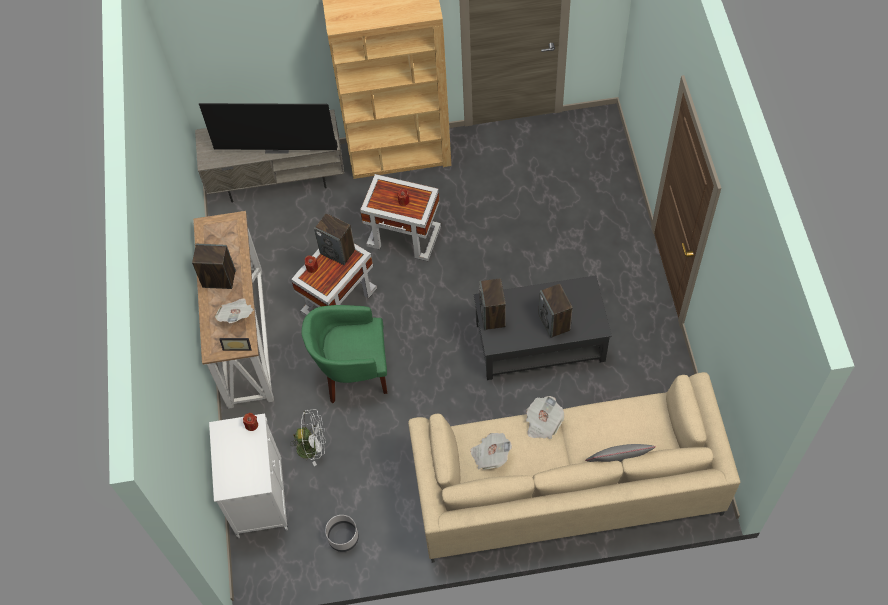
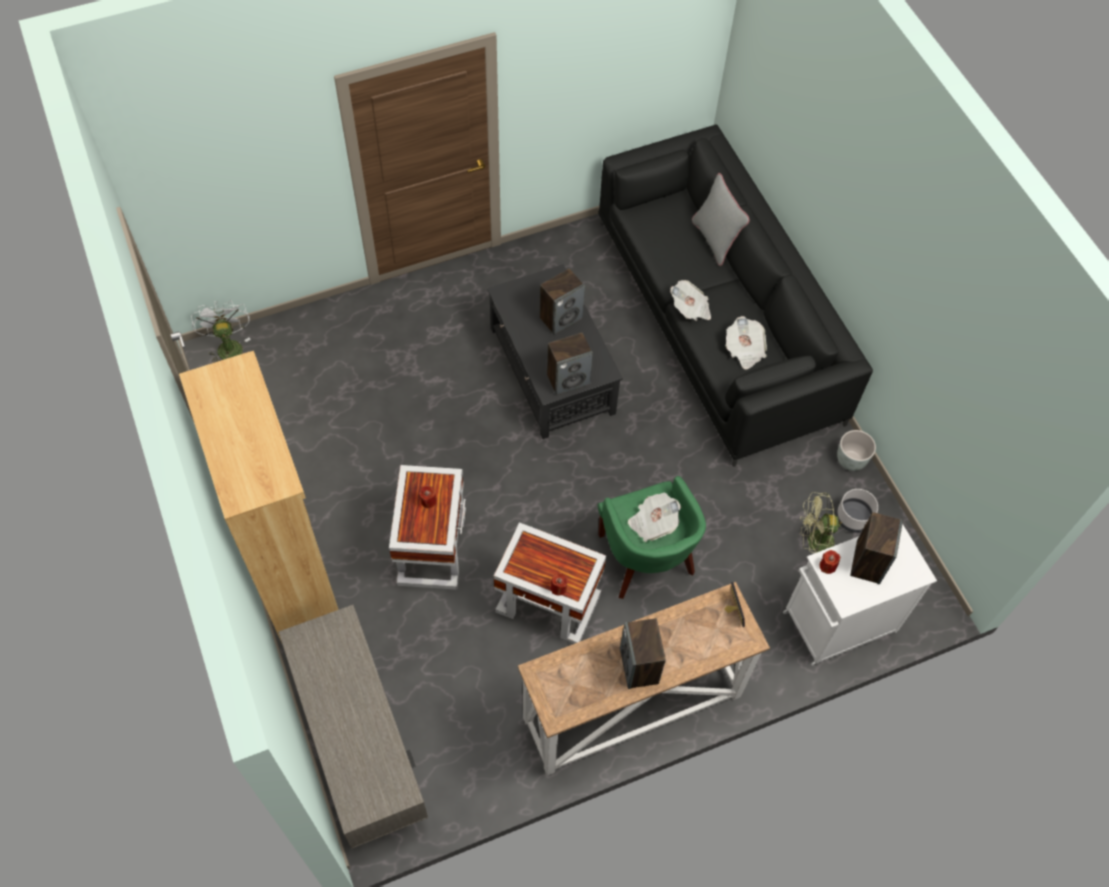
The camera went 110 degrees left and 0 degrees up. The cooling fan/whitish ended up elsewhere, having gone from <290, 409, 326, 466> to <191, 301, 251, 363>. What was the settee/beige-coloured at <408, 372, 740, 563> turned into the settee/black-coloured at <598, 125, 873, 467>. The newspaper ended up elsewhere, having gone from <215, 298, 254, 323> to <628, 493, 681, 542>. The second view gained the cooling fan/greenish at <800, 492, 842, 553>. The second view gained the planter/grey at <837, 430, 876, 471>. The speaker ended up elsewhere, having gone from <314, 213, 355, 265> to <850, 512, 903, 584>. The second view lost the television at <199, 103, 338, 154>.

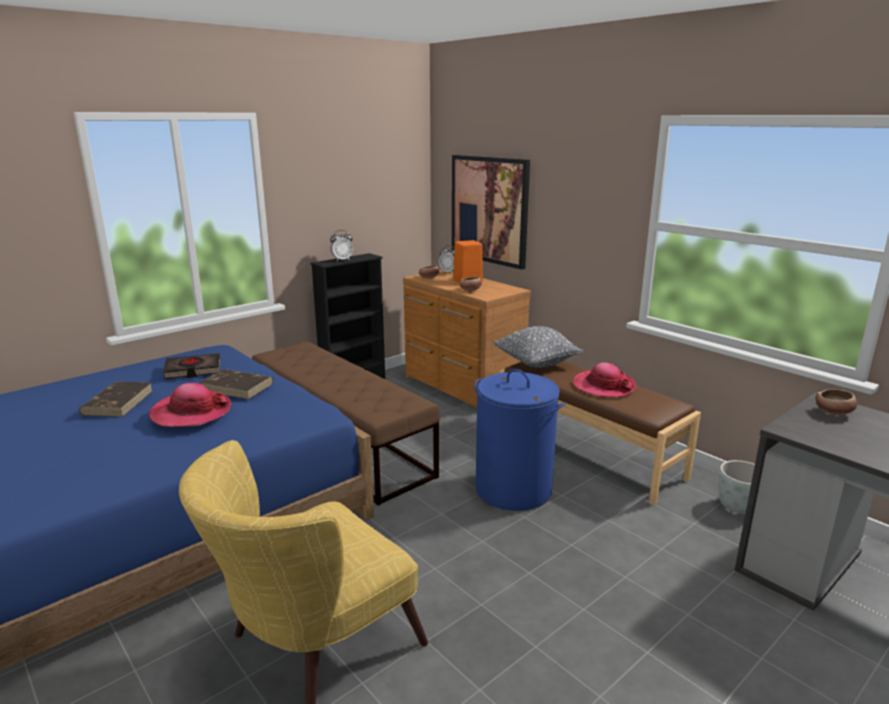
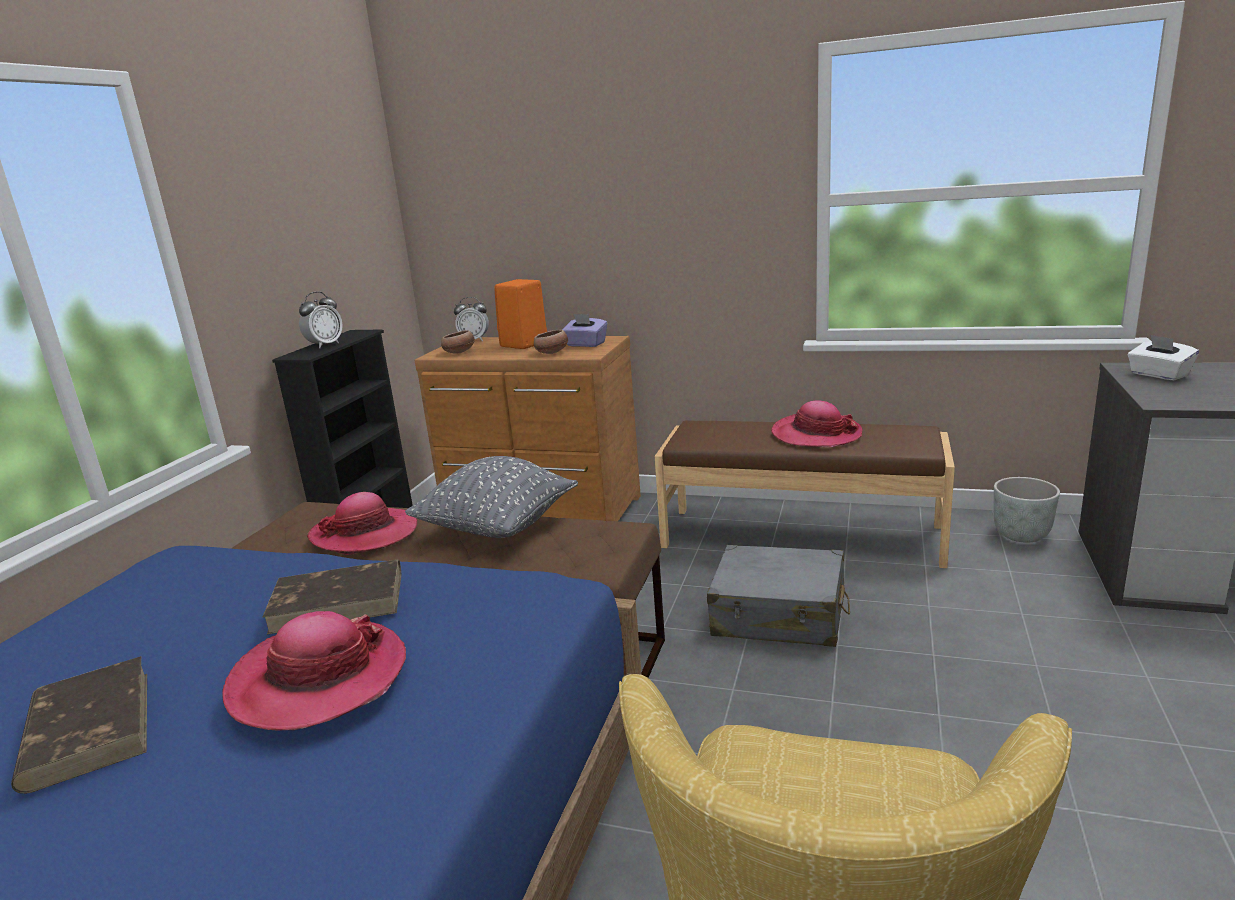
The camera went 30 degrees left and 0 degrees up. The second view gained the wearable hat at <307, 492, 417, 555>. The throw pillow/grey ended up elsewhere, having gone from <493, 326, 584, 368> to <405, 456, 578, 538>. The second view gained the tissue holder/purple at <562, 314, 607, 347>. Where the laundry basket/bluish stood at <474, 369, 566, 511>, the travel case/grey came to stand at <707, 545, 850, 647>. Where the bowl stood at <816, 389, 857, 415>, the tissue holder/whitish came to stand at <1128, 335, 1199, 381>. The second view lost the volume/black-coloured at <163, 353, 220, 379>. The second view lost the picture at <452, 155, 530, 270>.

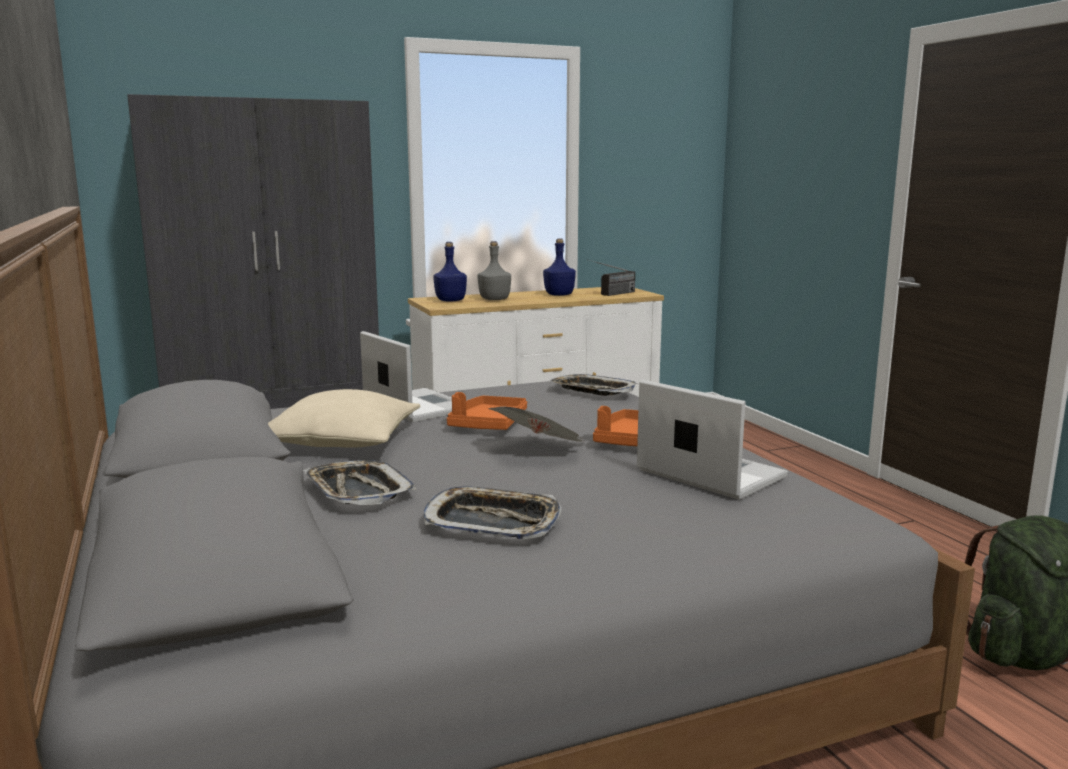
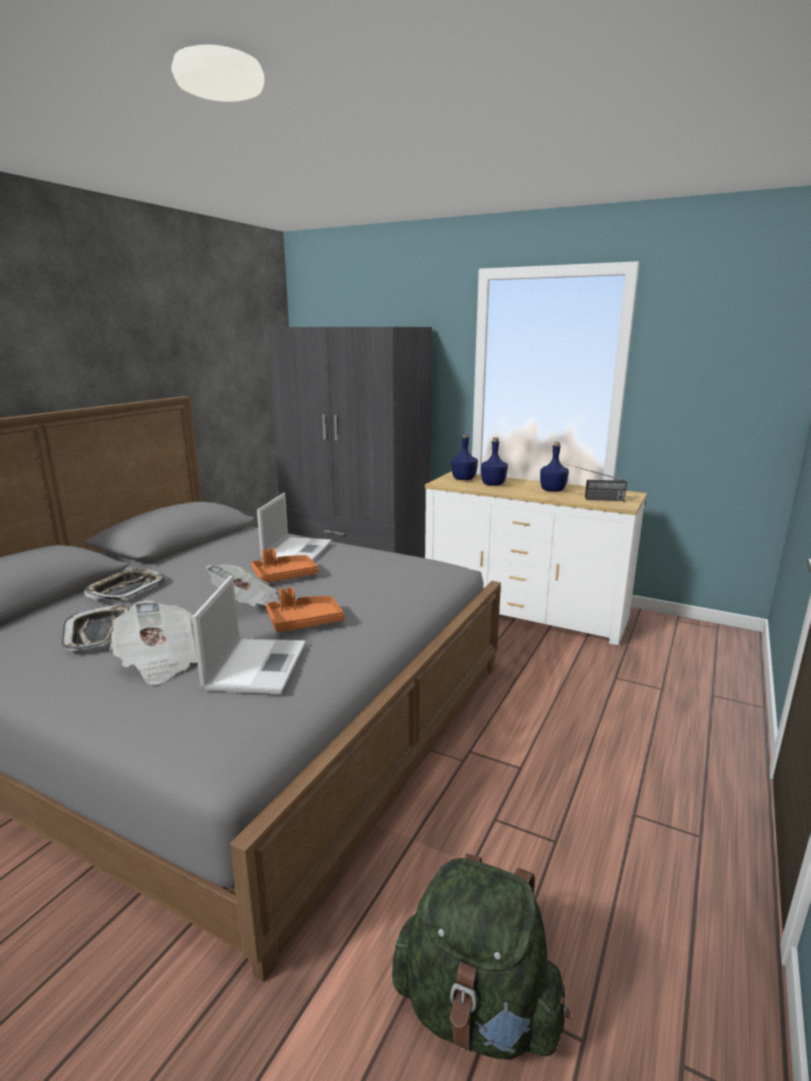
The camera went 50 degrees right and 5 degrees up. The second view gained the newspaper at <110, 600, 197, 685>. What was the drink bottle/grey at <478, 241, 511, 300> turned into the drink bottle/bluish at <481, 437, 508, 486>. The second view lost the throw pillow/beige-coloured at <268, 389, 421, 448>. The second view lost the tray at <550, 374, 636, 396>.

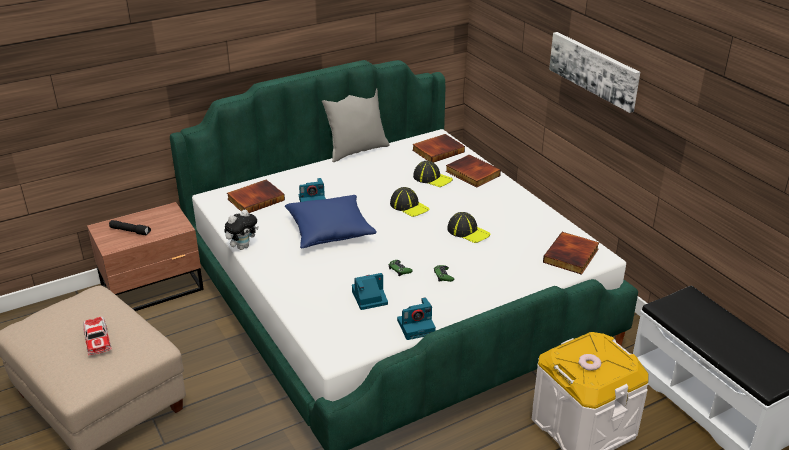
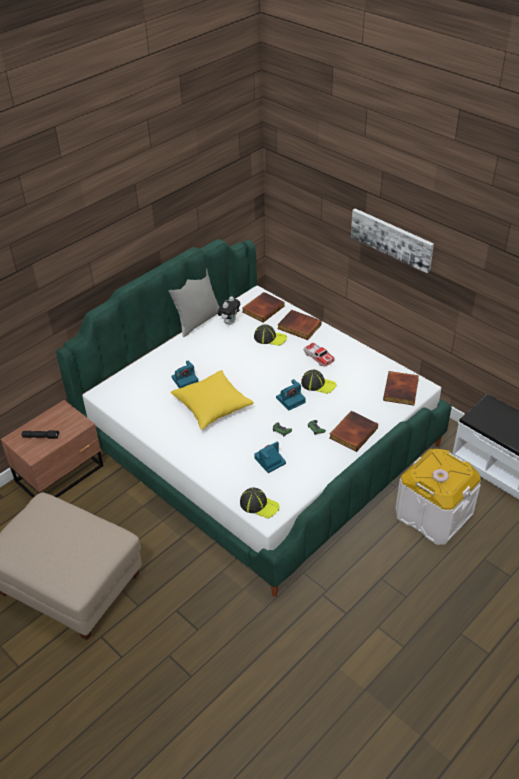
The camera went 15 degrees left and 10 degrees up. What was the throw pillow/bluish at <285, 195, 377, 248> turned into the throw pillow/yellow-coloured at <170, 370, 254, 430>. The soft toy ended up elsewhere, having gone from <224, 209, 259, 250> to <218, 296, 240, 325>. The baseball cap ended up elsewhere, having gone from <390, 187, 429, 217> to <240, 488, 280, 518>. The photo camera ended up elsewhere, having gone from <397, 297, 436, 340> to <276, 379, 306, 411>. The miniature car ended up elsewhere, having gone from <83, 317, 112, 355> to <304, 342, 335, 367>. The volume ended up elsewhere, having gone from <227, 180, 285, 213> to <329, 411, 378, 452>.

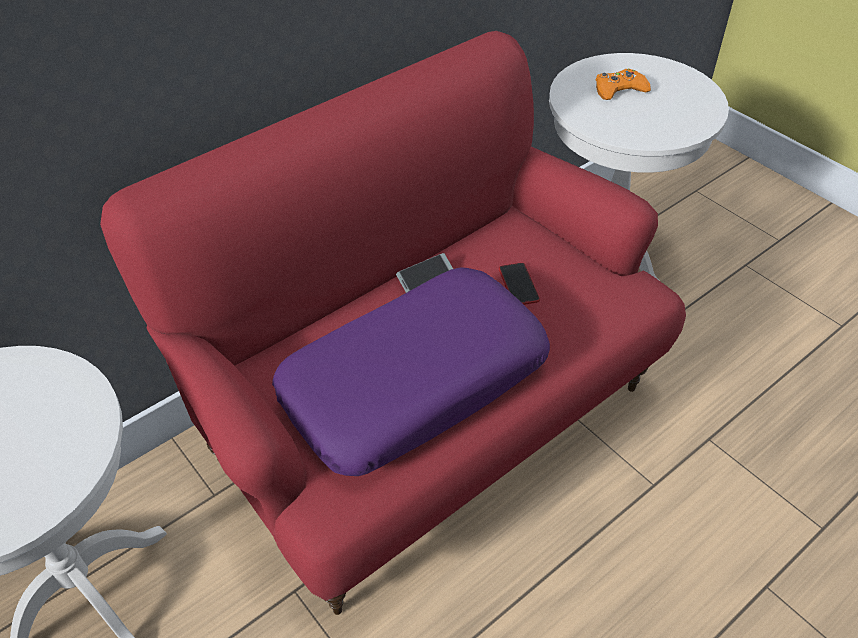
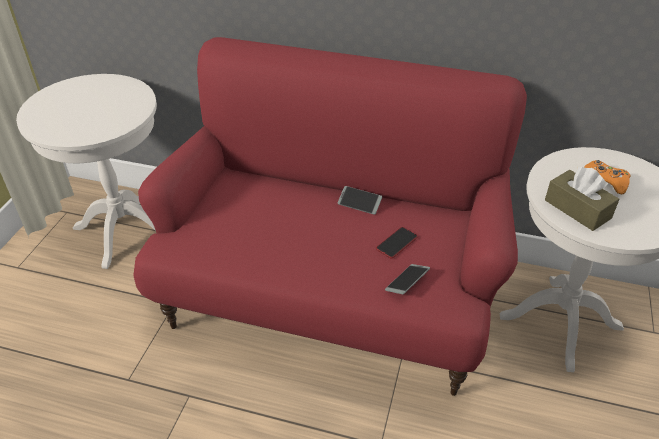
The camera went 55 degrees right and 5 degrees down. The second view gained the phone at <385, 264, 430, 294>. The second view gained the tissue holder/brown at <545, 167, 620, 231>. The second view lost the throw pillow/purple at <272, 268, 550, 476>.

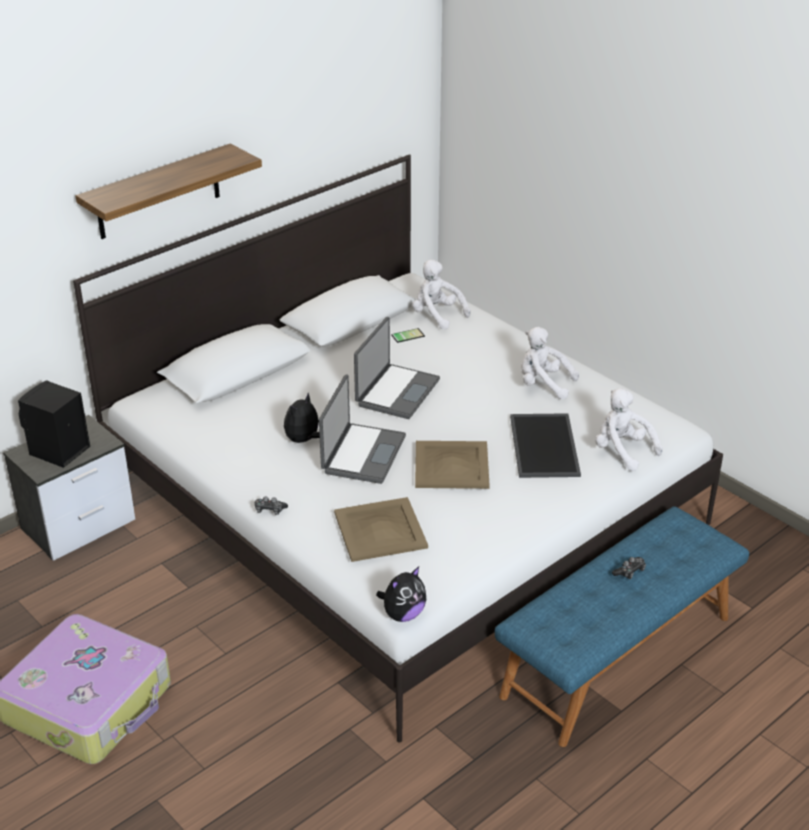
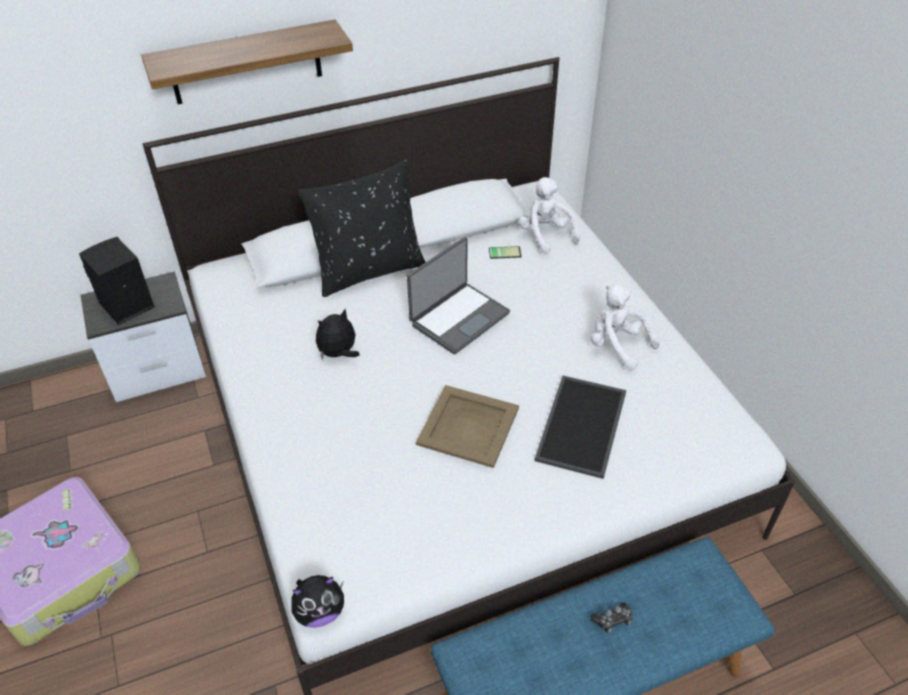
The camera went 20 degrees right and 10 degrees up. The second view gained the throw pillow/black-coloured at <298, 160, 425, 297>. The second view lost the joypad at <255, 496, 288, 515>. The second view lost the portable computer at <319, 374, 406, 484>. The second view lost the tray/beige-coloured at <334, 497, 428, 562>. The second view lost the soft toy/whitish at <595, 388, 663, 471>.

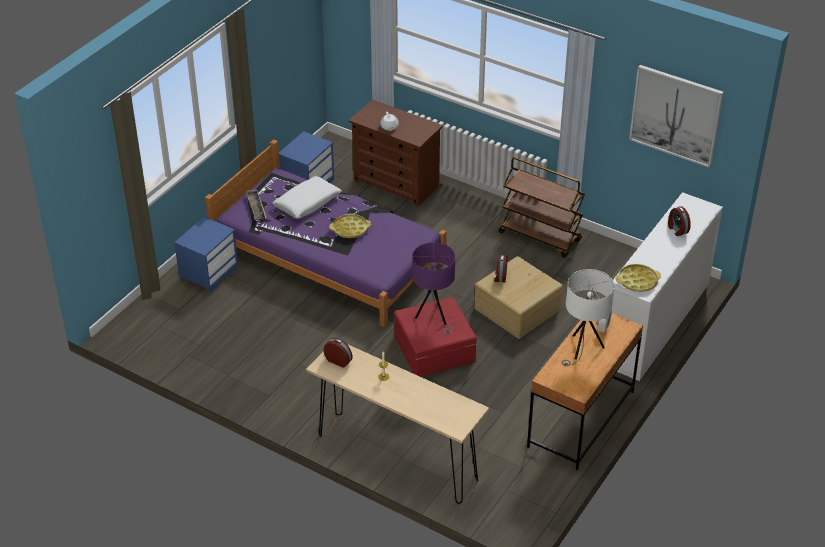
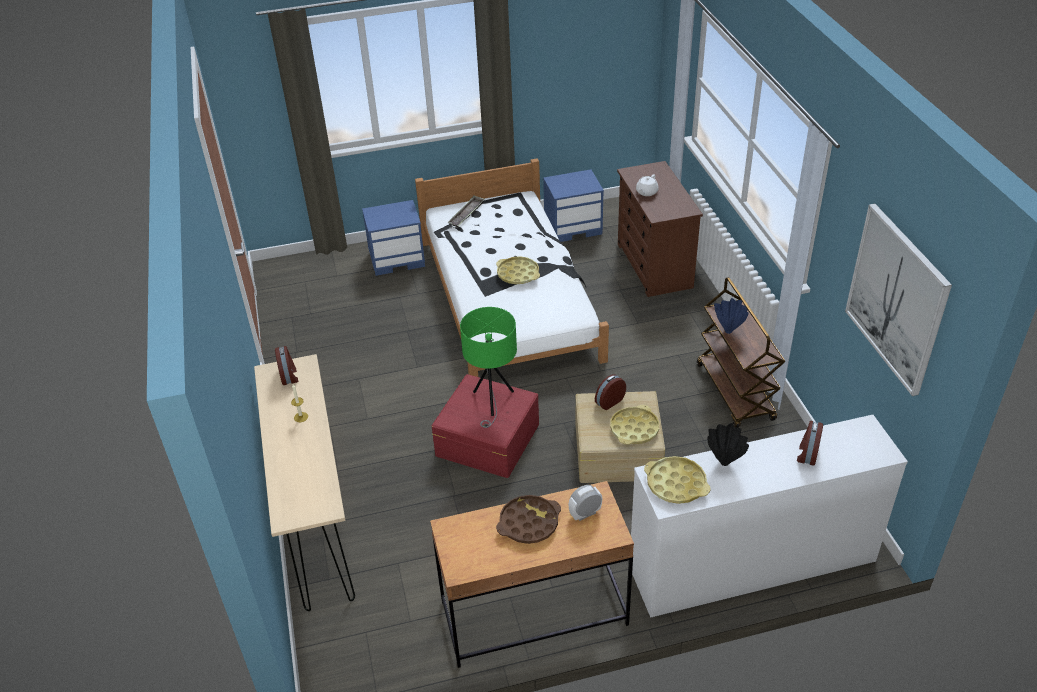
The camera went 45 degrees right and 0 degrees up. What was the bed/purple at <205, 139, 447, 327> turned into the bed/whitish at <415, 158, 609, 377>. What was the lamp for a table/purple at <412, 242, 455, 334> turned into the lamp for a table/greenish at <460, 307, 517, 428>. Where the lamp for a table/whitish stood at <562, 269, 615, 366>, the tray/brown came to stand at <496, 495, 561, 544>. The second view gained the tray/yellow-coloured at <610, 405, 659, 445>. The second view gained the decorative vase/black-coloured at <707, 423, 749, 466>. The second view gained the decorative vase/bluish at <714, 298, 749, 334>. The second view lost the throw pillow/whitish at <272, 176, 342, 219>.

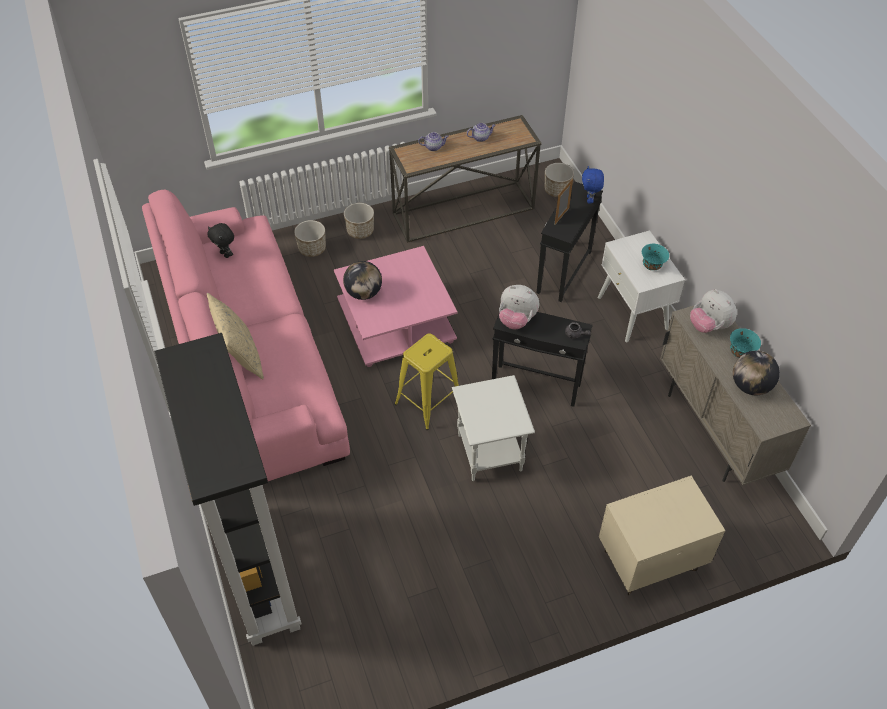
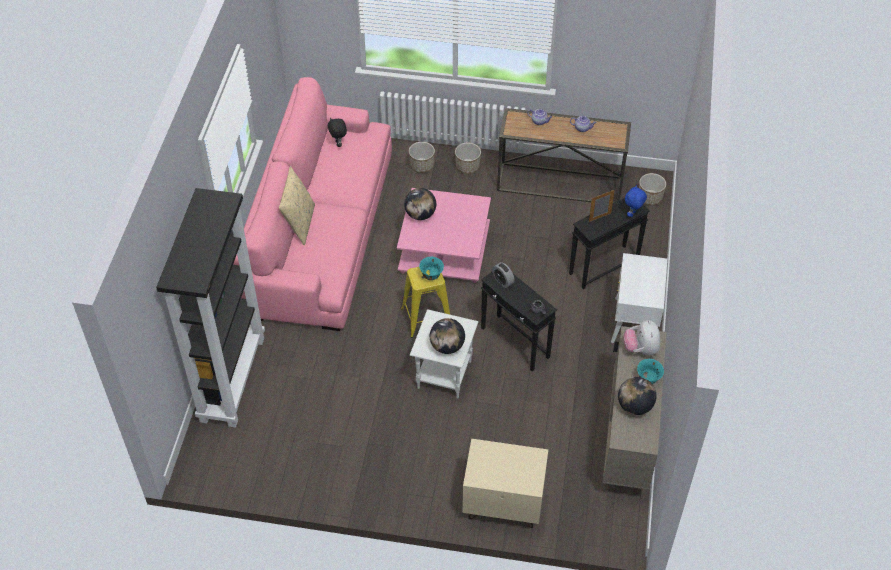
The camera went 30 degrees right and 0 degrees up. The bowl/turquoise ended up elsewhere, having gone from <642, 244, 669, 270> to <419, 256, 444, 280>. The second view gained the desk globe at <430, 318, 465, 354>. Where the soft toy stood at <499, 285, 539, 329>, the table clock came to stand at <492, 262, 515, 288>.

